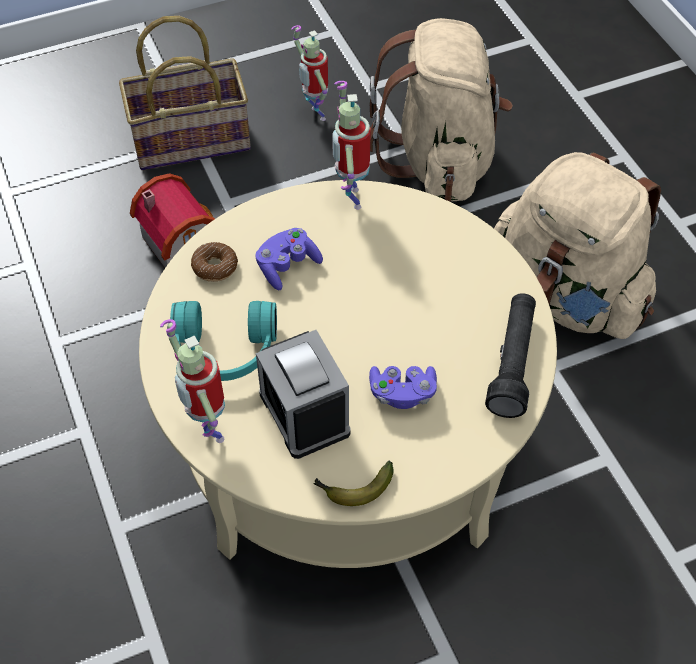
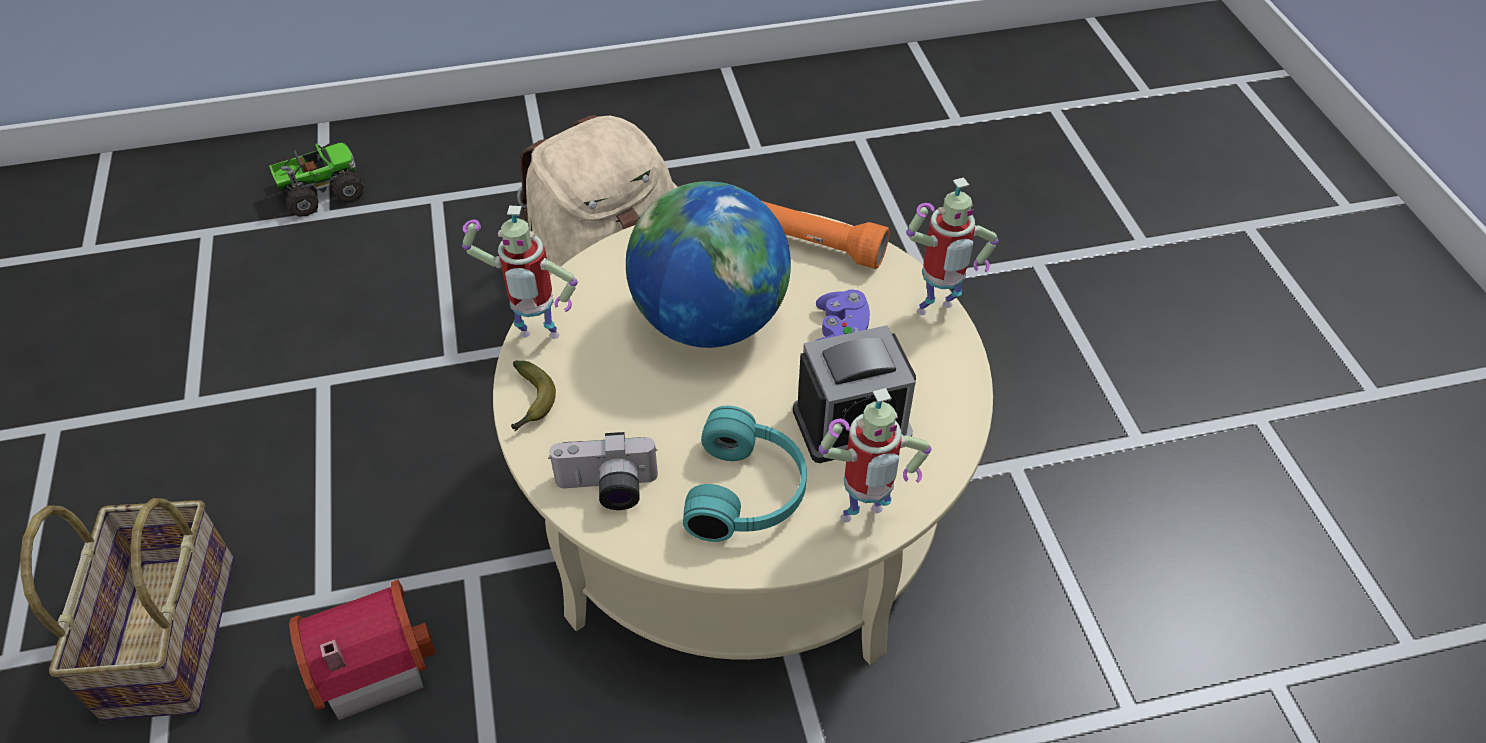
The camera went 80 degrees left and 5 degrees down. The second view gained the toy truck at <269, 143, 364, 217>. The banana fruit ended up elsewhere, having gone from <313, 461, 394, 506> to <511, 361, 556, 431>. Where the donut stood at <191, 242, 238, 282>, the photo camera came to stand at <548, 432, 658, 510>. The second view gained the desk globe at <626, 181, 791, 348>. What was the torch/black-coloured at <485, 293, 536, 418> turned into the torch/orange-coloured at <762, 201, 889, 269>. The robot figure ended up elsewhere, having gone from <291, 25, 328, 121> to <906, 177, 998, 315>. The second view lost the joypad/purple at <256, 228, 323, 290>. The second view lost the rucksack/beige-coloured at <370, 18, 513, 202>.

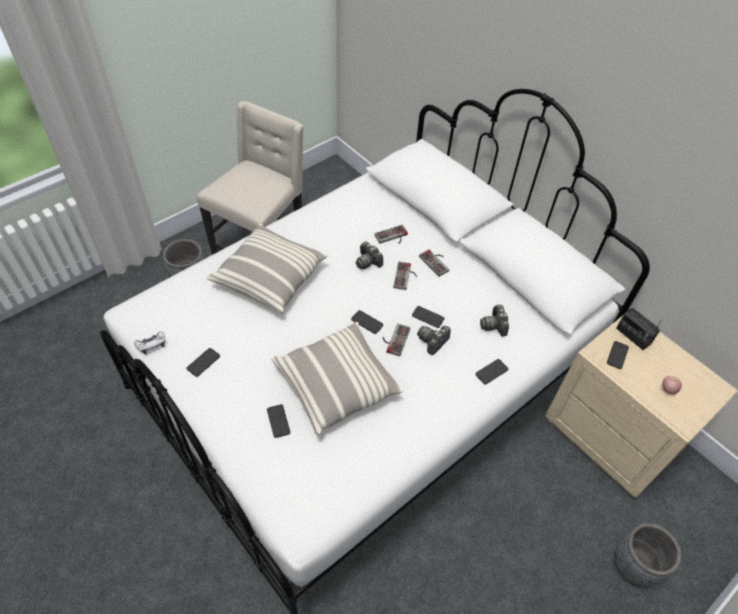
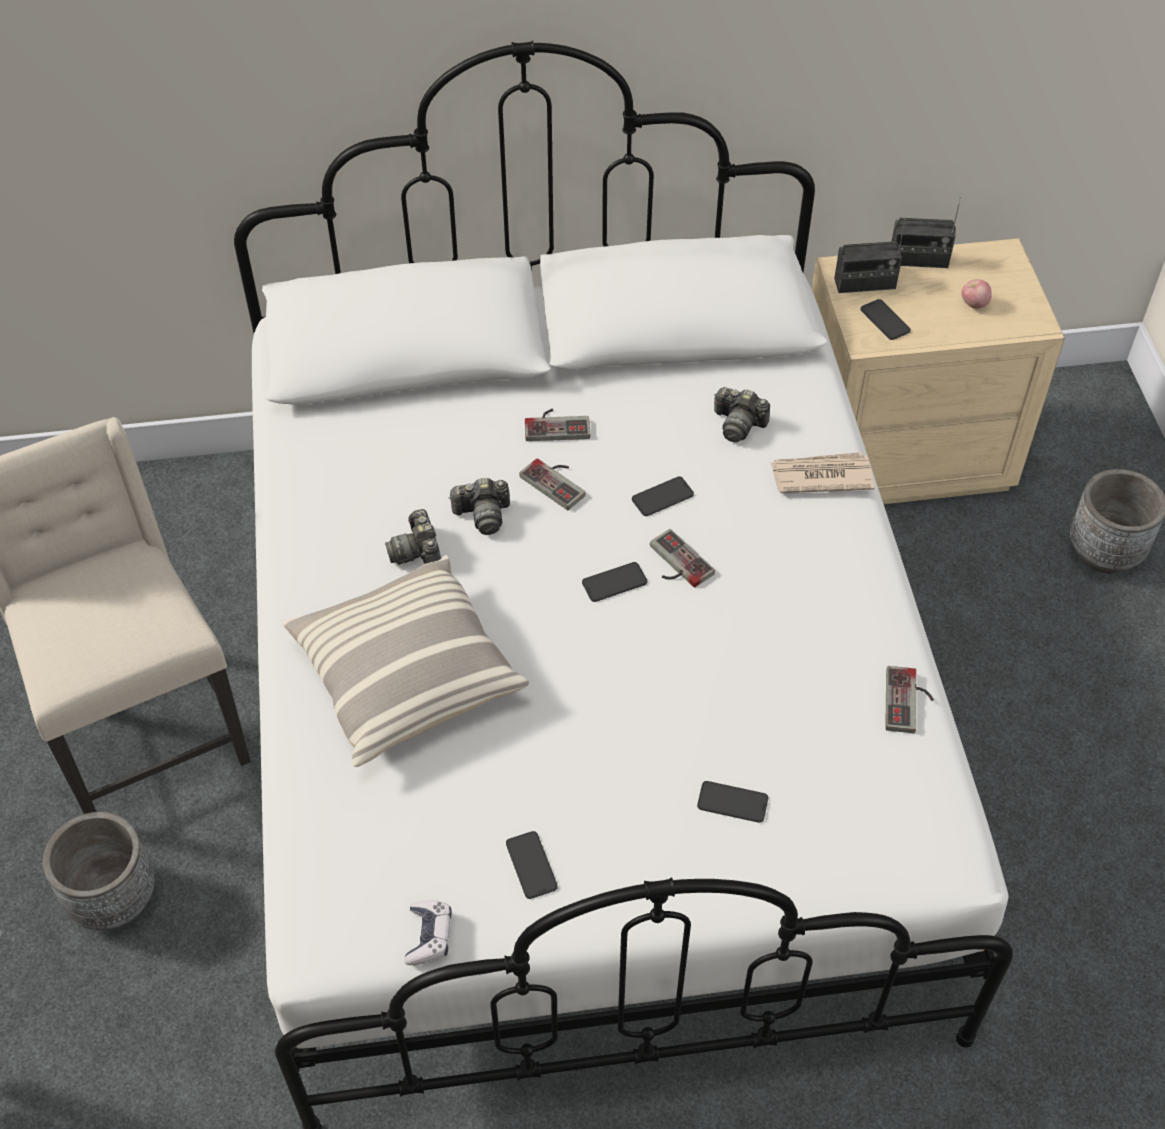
The camera went 55 degrees left and 0 degrees up. The photo camera ended up elsewhere, having gone from <417, 326, 451, 355> to <385, 509, 441, 565>. Where the phone stood at <475, 359, 508, 385>, the newspaper came to stand at <771, 452, 874, 493>. The joypad ended up elsewhere, having gone from <374, 225, 408, 244> to <885, 666, 934, 733>. The second view gained the radio set at <892, 197, 961, 268>. The second view lost the throw pillow at <271, 322, 404, 435>.

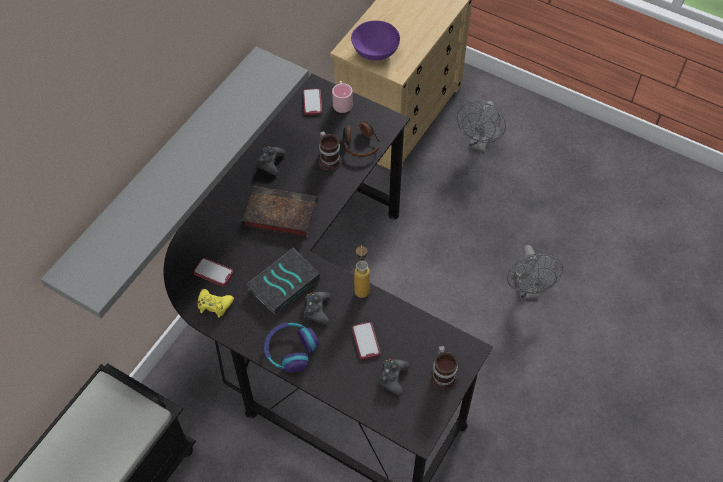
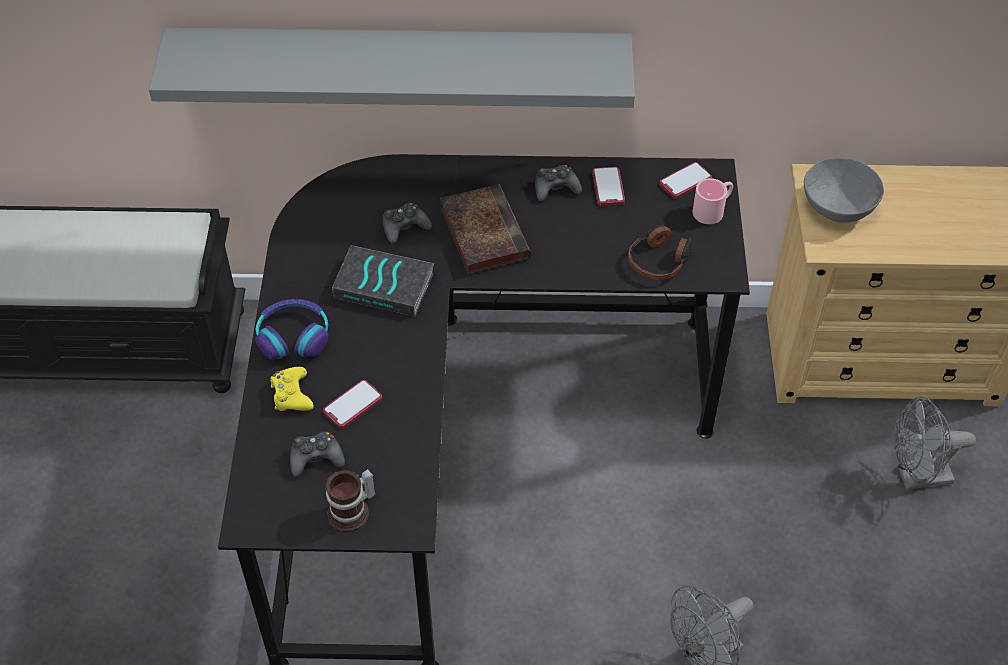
The camera went 60 degrees right and 5 degrees down. The joypad/yellow-coloured ended up elsewhere, having gone from <198, 289, 234, 318> to <271, 367, 314, 411>. The joypad/black-coloured ended up elsewhere, having gone from <304, 292, 330, 324> to <383, 203, 432, 244>. The phone ended up elsewhere, having gone from <194, 258, 234, 286> to <592, 167, 625, 206>. What was the bowl/purple at <351, 21, 400, 61> turned into the bowl/grey at <804, 158, 884, 223>. The second view lost the coffee mug at <318, 131, 342, 171>. The second view lost the drink bottle at <354, 244, 370, 298>.

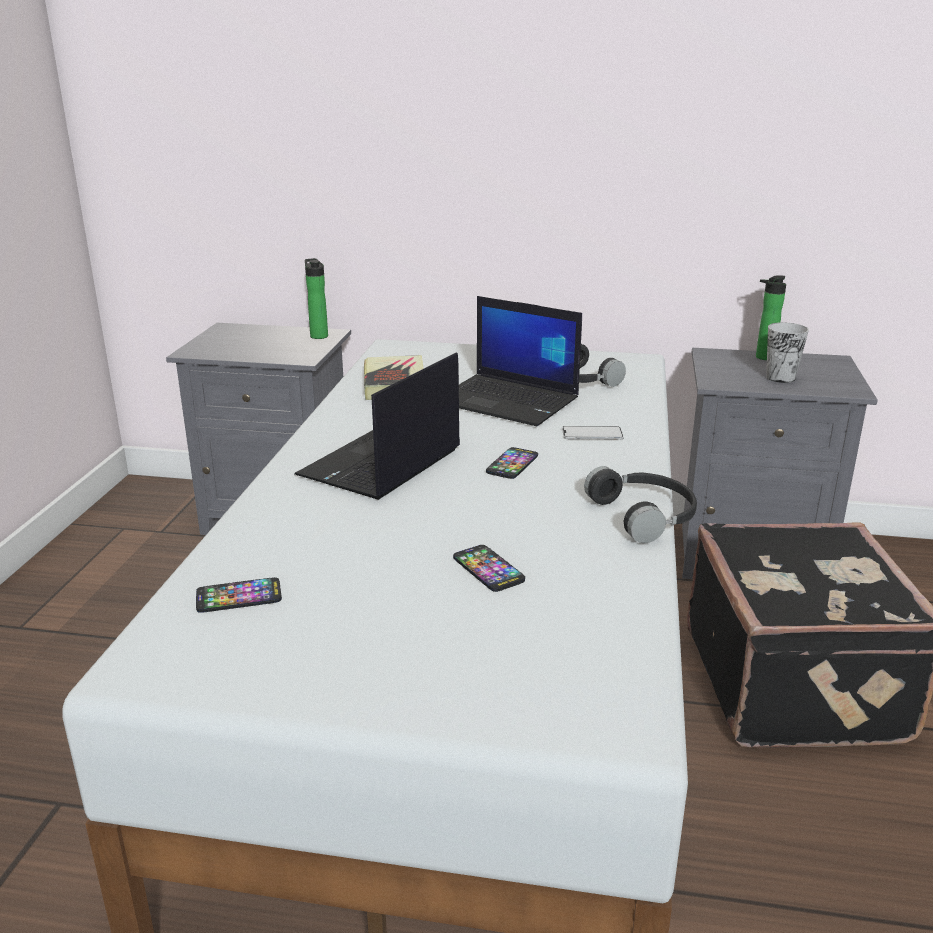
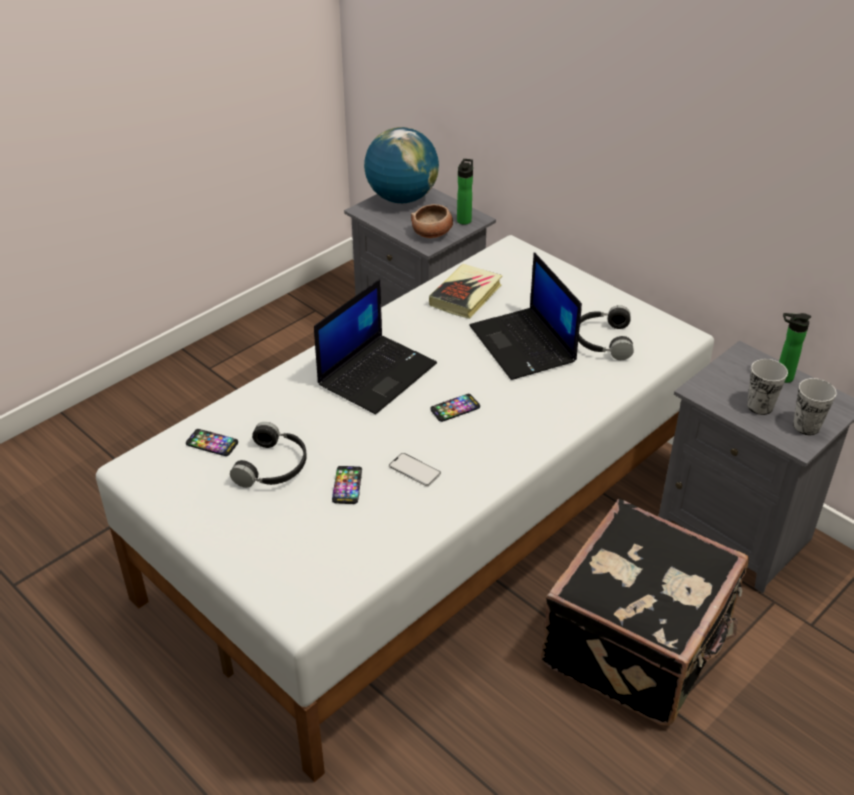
The camera went 35 degrees right and 15 degrees up. The pair of headphones/black-coloured ended up elsewhere, having gone from <584, 466, 697, 543> to <230, 422, 306, 488>. The portable computer at <294, 352, 460, 500> ended up facing another way, 150 degrees clockwise from before. The second view gained the desk globe at <364, 127, 439, 203>. The phone ended up elsewhere, having gone from <562, 426, 624, 439> to <389, 453, 441, 486>. The second view gained the bowl at <411, 204, 453, 238>. The second view gained the drinking cup at <793, 378, 836, 435>.

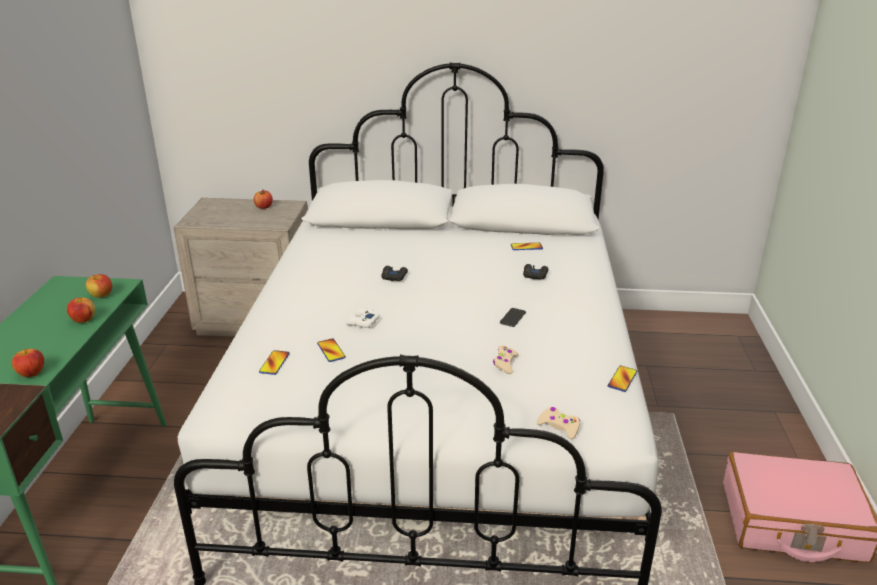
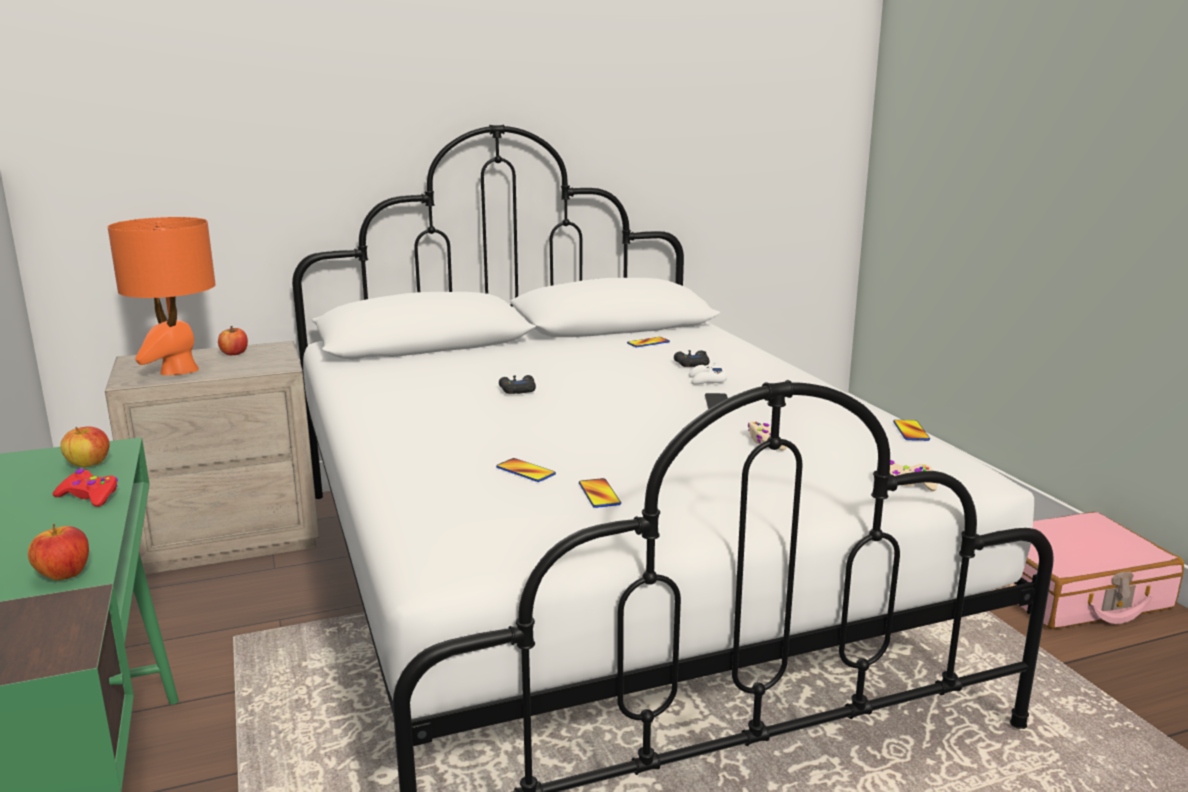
The camera went 25 degrees left and 10 degrees down. Where the apple fruit stood at <67, 297, 95, 323>, the joypad/reddish came to stand at <53, 468, 118, 507>. The second view gained the lamp for a table/orange-coloured at <107, 217, 216, 375>. The phone ended up elsewhere, having gone from <259, 350, 290, 375> to <579, 478, 621, 508>. The joypad/whitish ended up elsewhere, having gone from <346, 308, 380, 328> to <689, 362, 727, 385>.

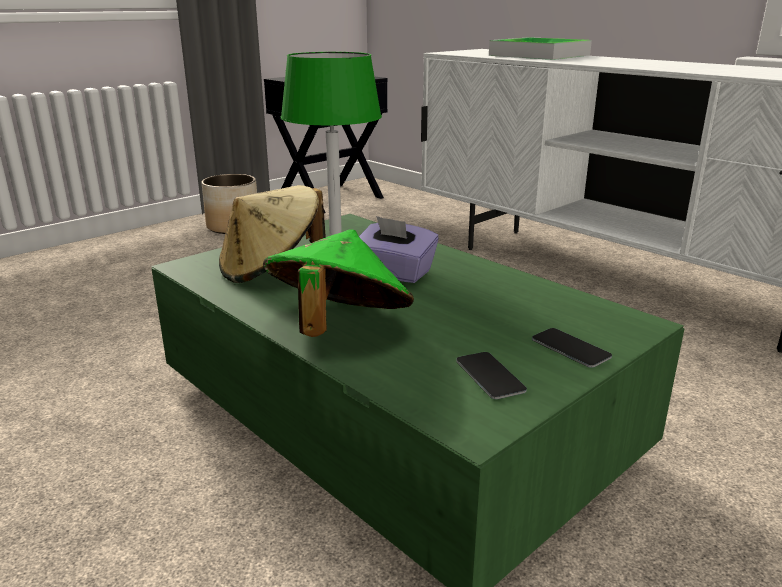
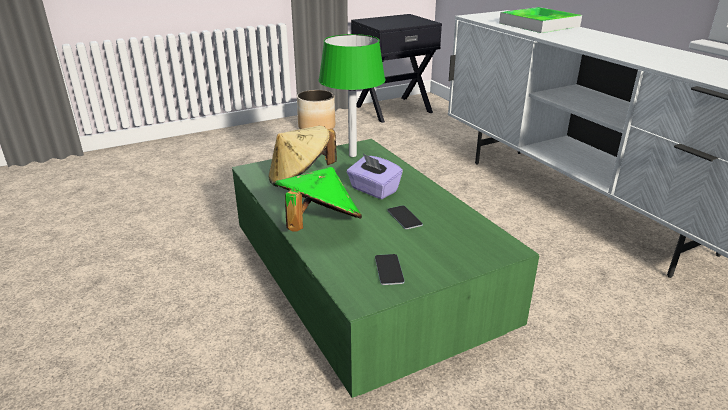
The camera went 15 degrees right and 5 degrees up. The phone ended up elsewhere, having gone from <532, 328, 612, 368> to <388, 205, 423, 229>.

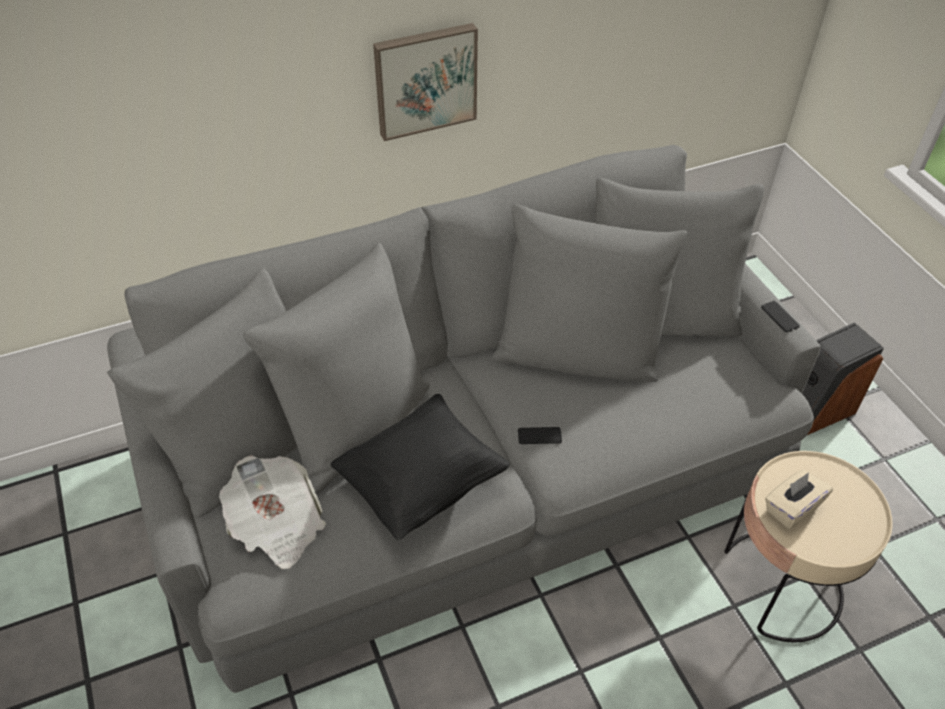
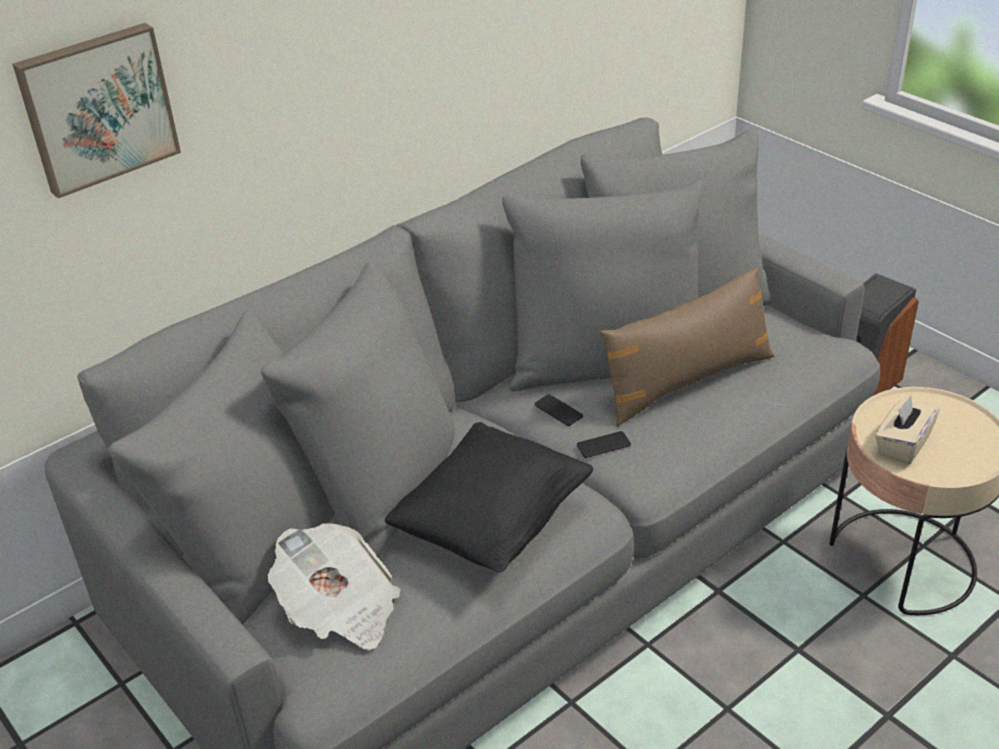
The camera went 15 degrees left and 10 degrees down. The picture ended up elsewhere, having gone from <373, 23, 478, 141> to <13, 23, 181, 198>. The phone ended up elsewhere, having gone from <761, 301, 800, 332> to <535, 394, 583, 426>. The second view gained the throw pillow/brown at <600, 265, 774, 426>.

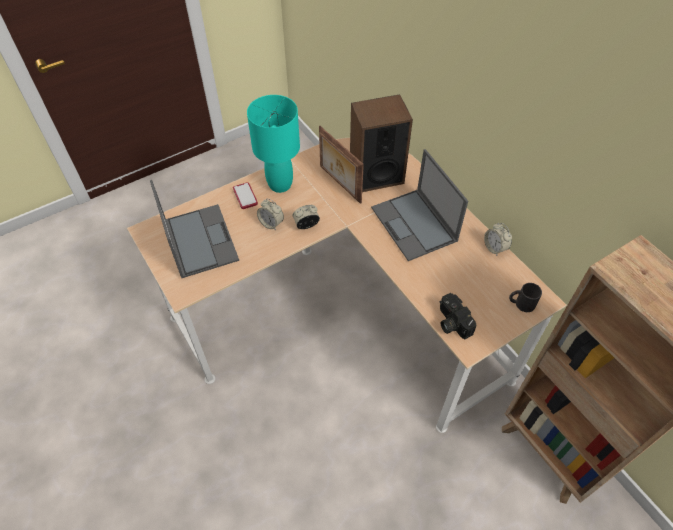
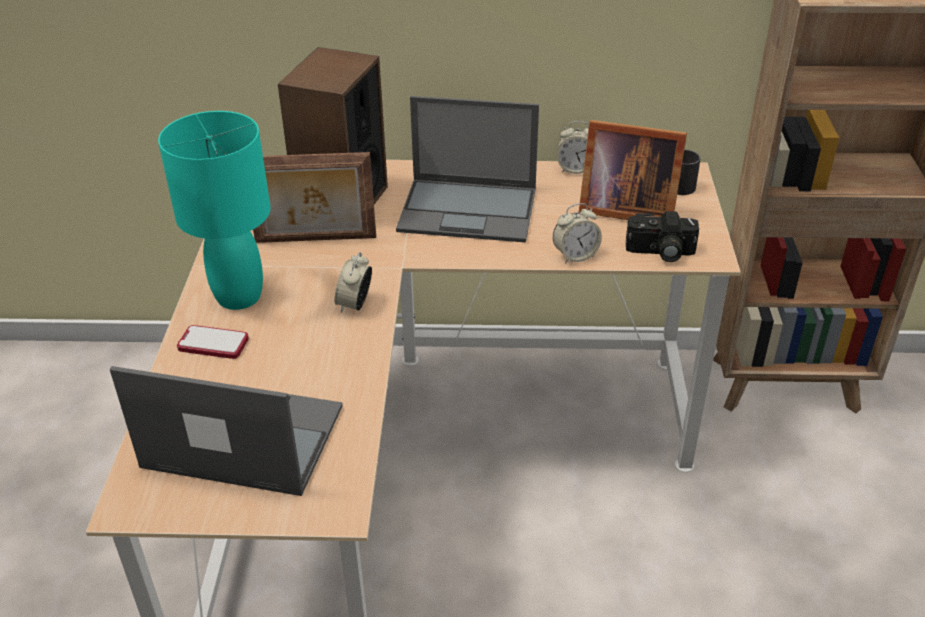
The camera went 55 degrees left and 15 degrees down. The table clock ended up elsewhere, having gone from <257, 199, 284, 231> to <553, 203, 602, 264>. The second view gained the picture frame at <579, 120, 687, 220>.

